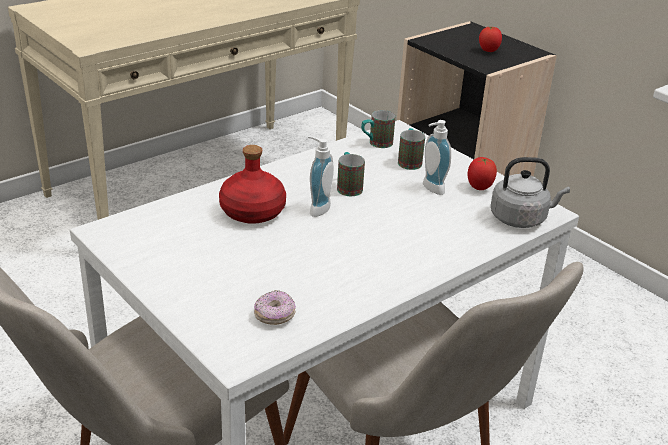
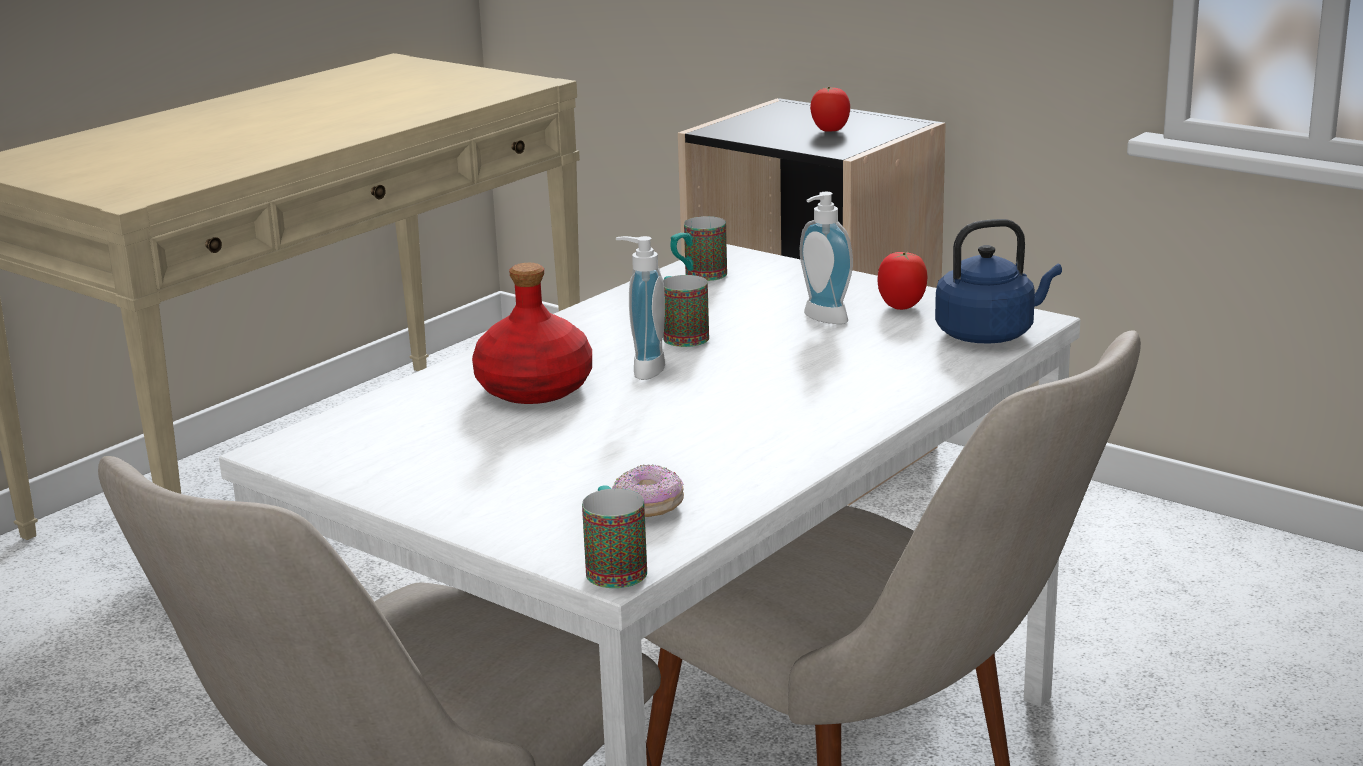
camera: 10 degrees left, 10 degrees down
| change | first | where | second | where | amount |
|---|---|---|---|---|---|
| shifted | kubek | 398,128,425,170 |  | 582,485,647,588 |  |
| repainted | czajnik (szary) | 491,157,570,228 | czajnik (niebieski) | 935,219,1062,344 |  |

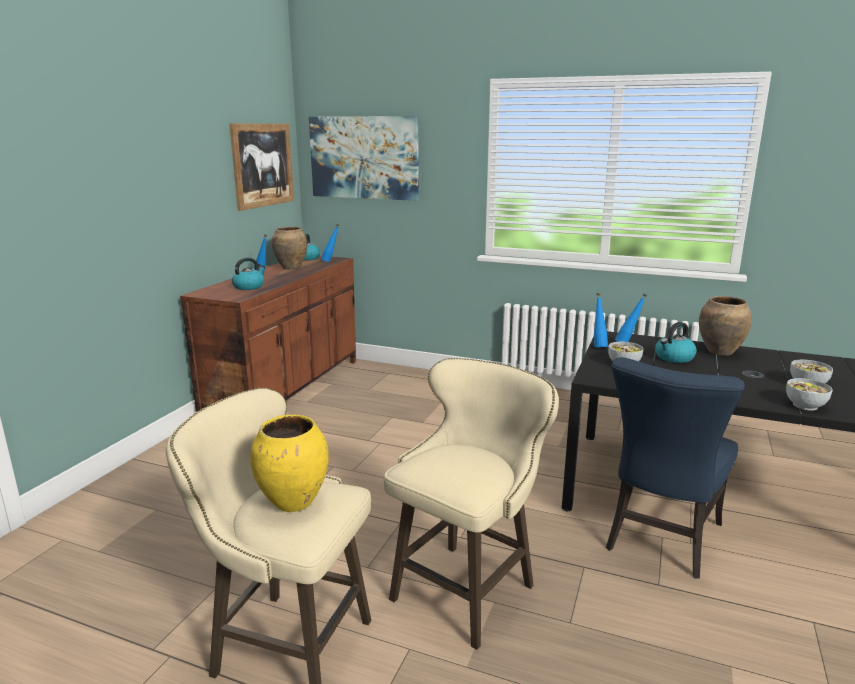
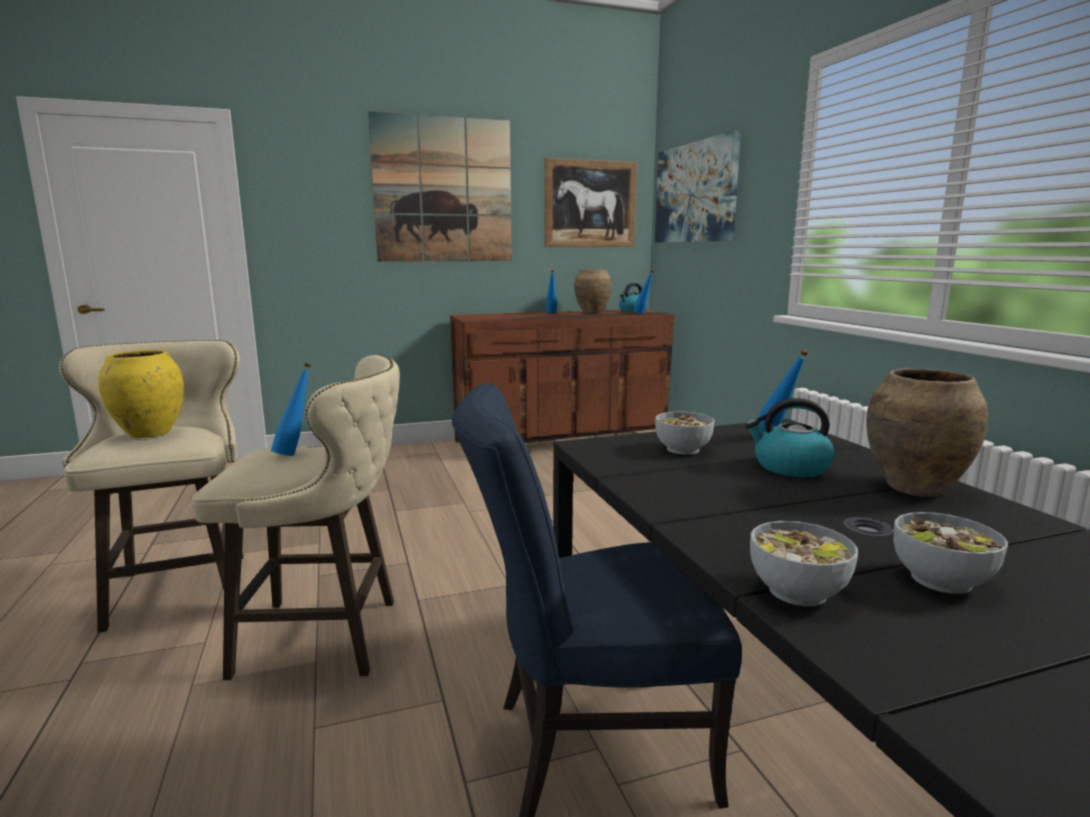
camera: 50 degrees right, 5 degrees down
| change | first | where | second | where | amount |
|---|---|---|---|---|---|
| shifted | butelka (niebieski) | 594,293,608,347 |  | 271,363,311,456 |  |
| new |  |  | obraz | 368,111,512,262 |  |
| gone | czajnik | 232,257,265,290 |  |  |  |

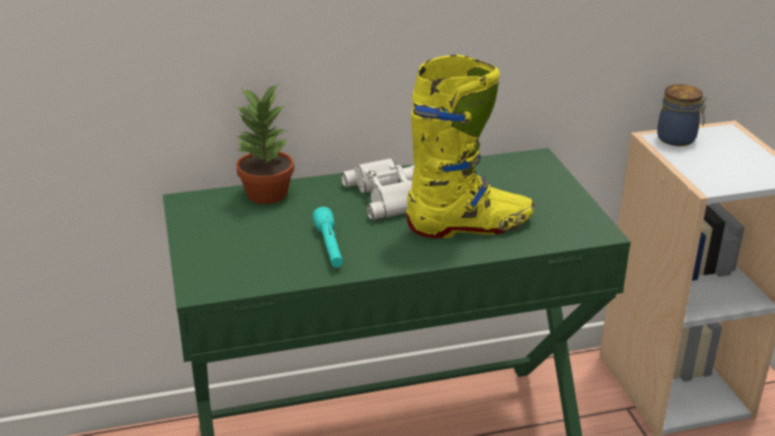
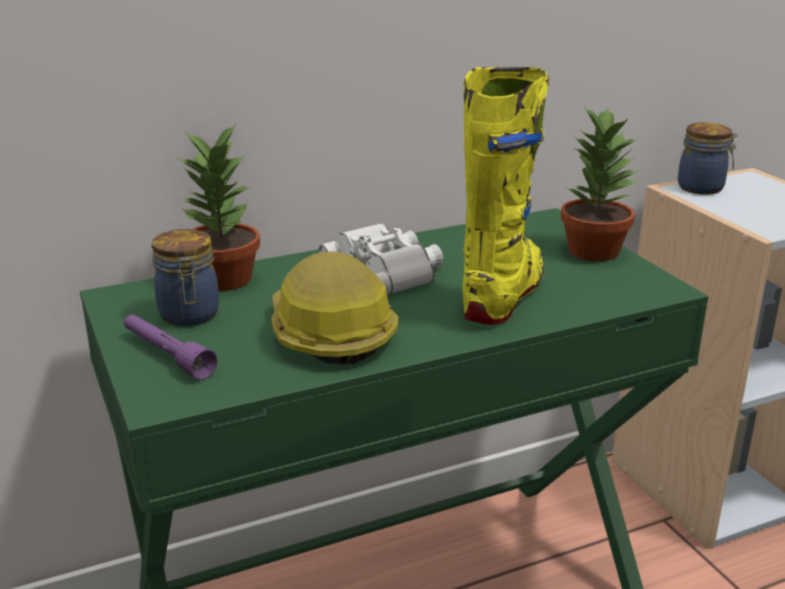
camera: 10 degrees left, 5 degrees down
| change | first | where | second | where | amount |
|---|---|---|---|---|---|
| new |  |  | latarka (fioletowy) | 124,314,217,380 |  |
| new |  |  | słoik | 152,229,219,326 |  |
| swapped | latarka (turkusowy) | 312,207,343,267 | kask | 271,252,399,365 |  |
| rotated | but z cholewką (żółty) | 406,55,534,238 |  | 462,67,549,325 | 45 degrees counterclockwise |
| new |  |  | roślina doniczkowa | 561,106,639,261 |  |

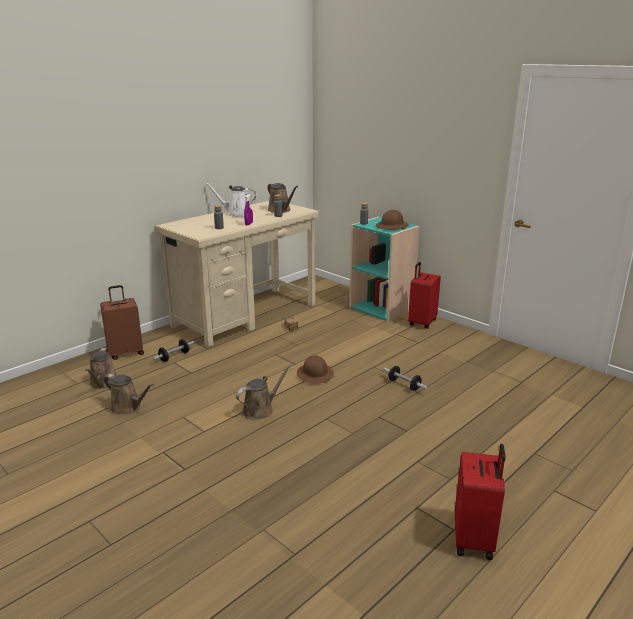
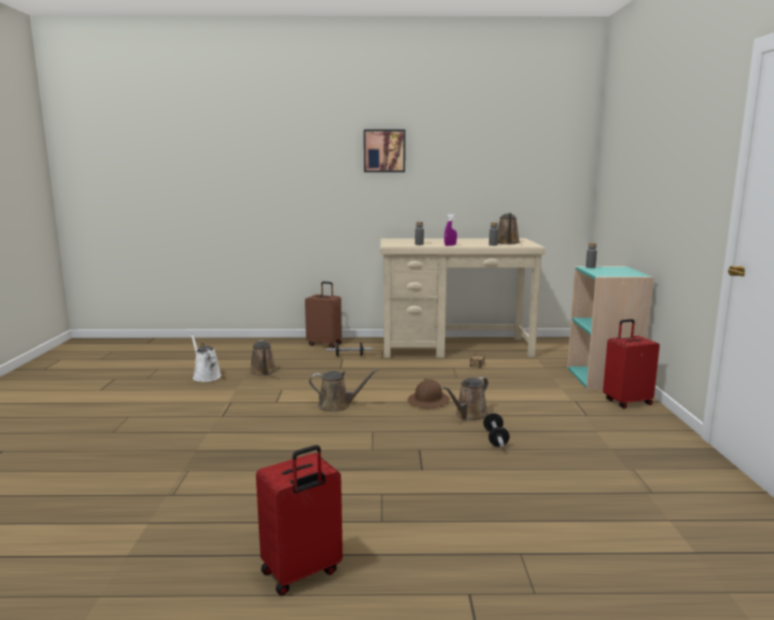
camera: 45 degrees right, 10 degrees down
| change | first | where | second | where | amount |
|---|---|---|---|---|---|
| shifted | konewka (biały) | 205,182,257,216 |  | 191,334,221,382 |  |
| new |  |  | obraz | 364,130,405,172 |  |
| shifted | konewka (brązowy) | 85,348,117,389 |  | 443,377,489,421 |  |
| gone | kask (brązowy) | 376,210,409,230 |  |  |  |

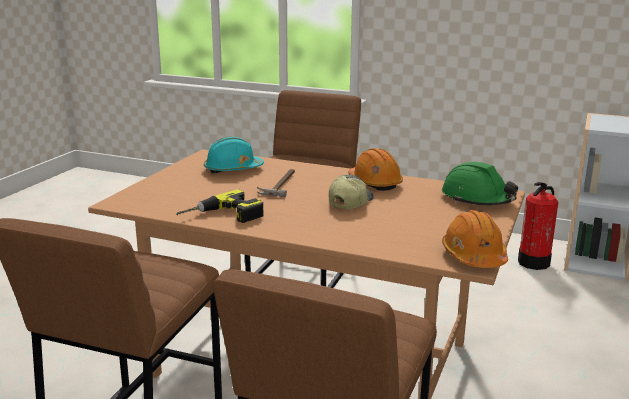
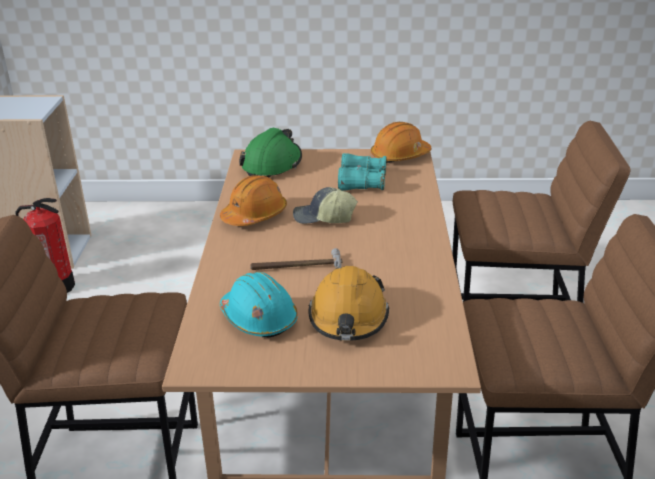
camera: 110 degrees left, 10 degrees up
| change | first | where | second | where | amount |
|---|---|---|---|---|---|
| new |  |  | kask (pomarańczowy) | 308,266,389,341 |  |
| new |  |  | lornetka (turkusowy) | 338,153,386,190 |  |
| gone | wiertarka | 176,189,264,223 |  |  |  |

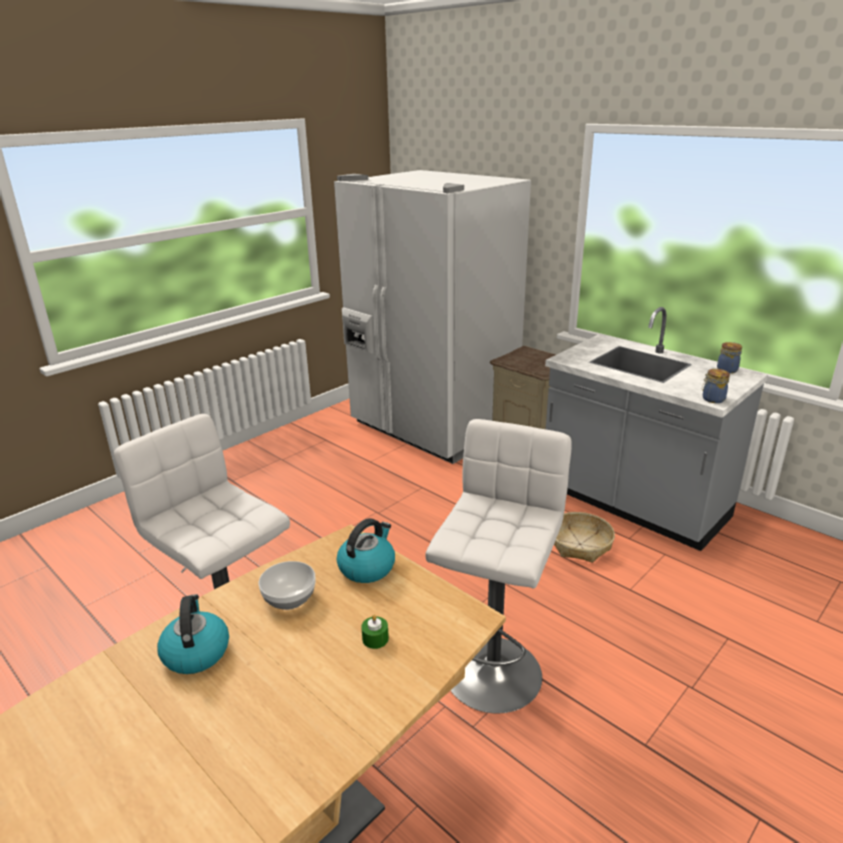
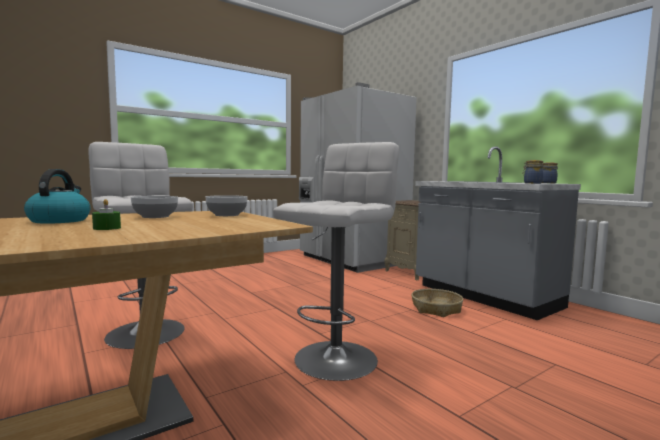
camera: 10 degrees right, 20 degrees down
| change | first | where | second | where | amount |
|---|---|---|---|---|---|
| shifted | świeca (zielony) | 361,615,389,649 |  | 92,199,121,230 |  |
| swapped | czajnik | 337,518,395,583 | miska | 205,195,248,216 |  |

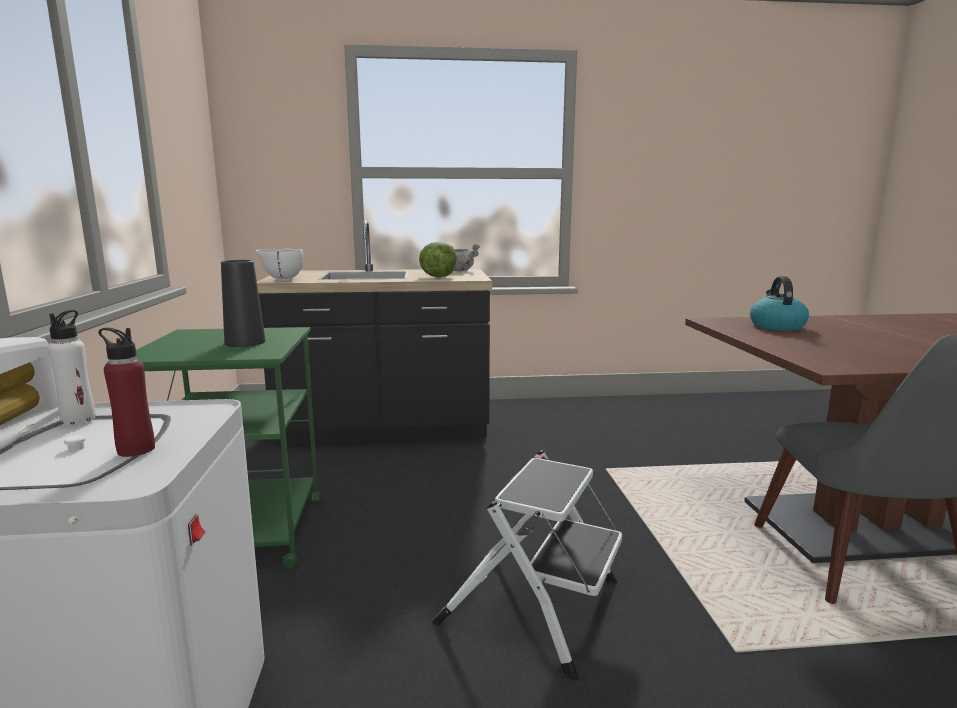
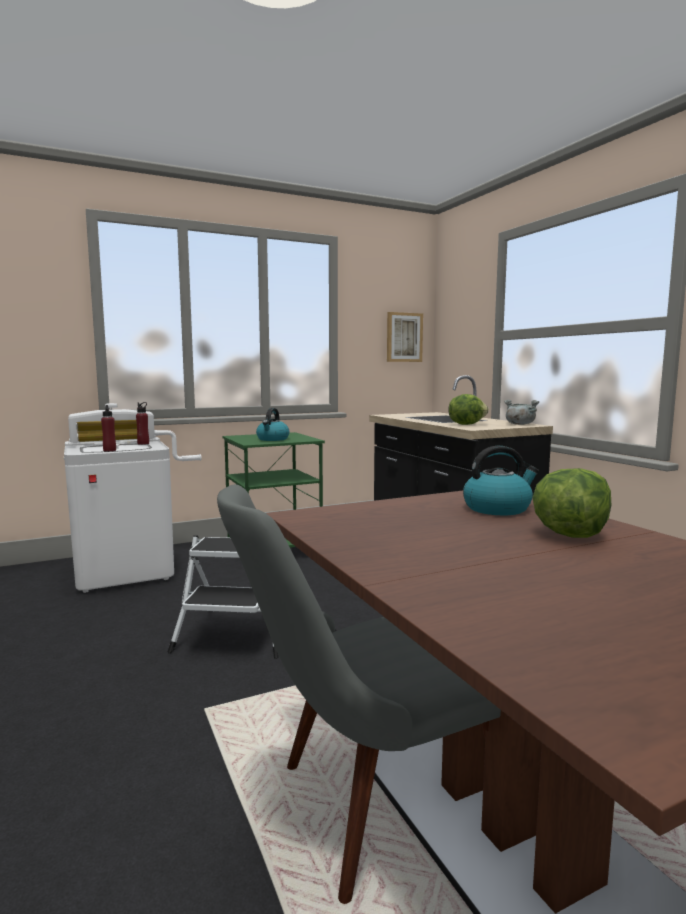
camera: 70 degrees right, 5 degrees down
| change | first | where | second | where | amount |
|---|---|---|---|---|---|
| repainted | butelka (biały) | 48,310,96,424 | butelka (czerwony) | 136,402,149,445 |  |
| swapped | wazon (czarny) | 221,260,265,347 | czajnik | 256,408,290,441 |  |
| new |  |  | obraz | 387,312,423,362 |  |
| new |  |  | sałata | 532,468,611,538 |  |
| gone | miska (biały) | 255,249,303,281 |  |  |  |

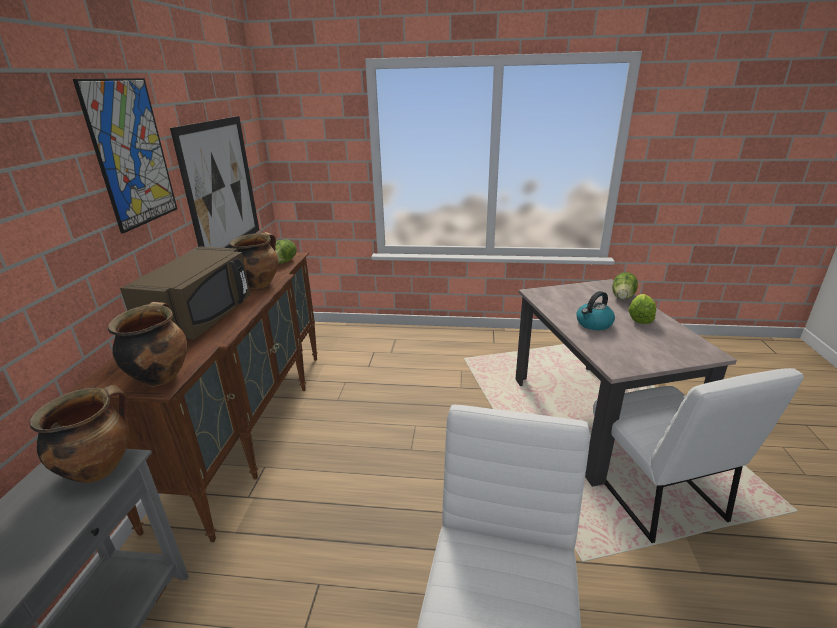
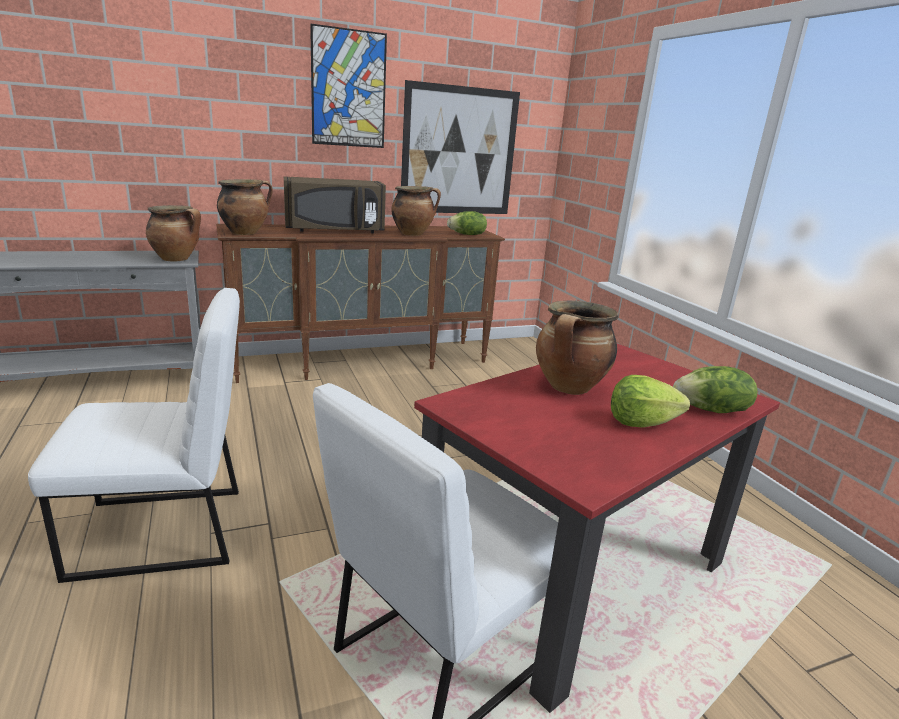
camera: 60 degrees right, 5 degrees down
| change | first | where | second | where | amount |
|---|---|---|---|---|---|
| repainted | stół jadalny (beżowy) | 515,279,737,487 | stół jadalny (czerwony) | 414,343,780,713 |  |
| swapped | czajnik | 576,291,615,330 | garnek | 536,300,618,395 |  |

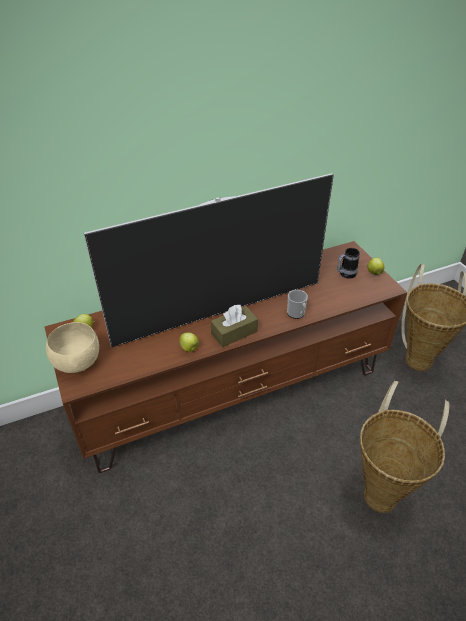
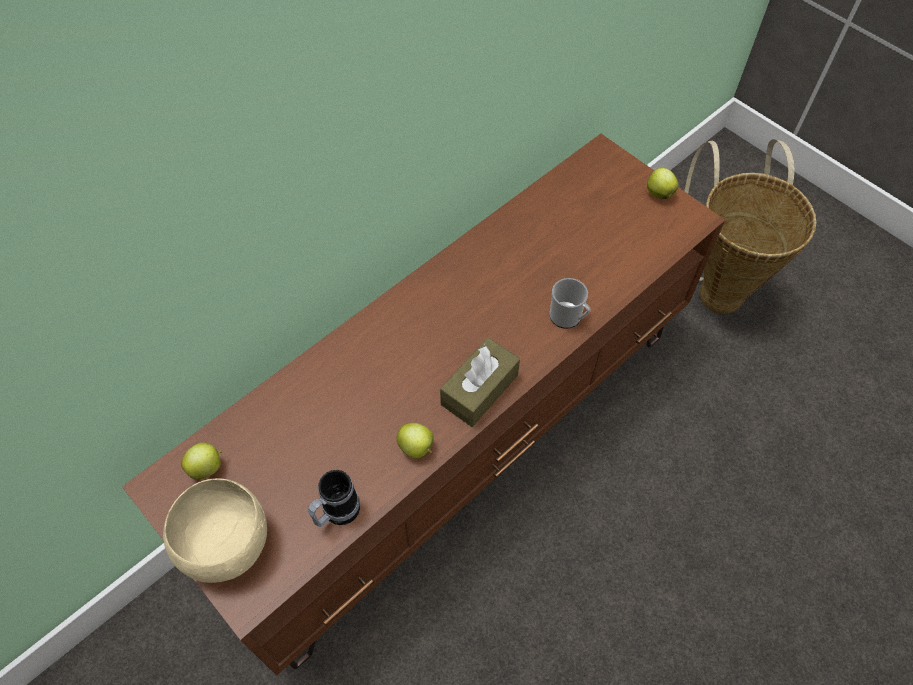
camera: 20 degrees left, 15 degrees up
| change | first | where | second | where | amount |
|---|---|---|---|---|---|
| shifted | kubek | 337,248,360,279 |  | 308,470,360,527 |  |
| gone | telewizor | 84,173,334,348 |  |  |  |
| gone | koszyk | 360,381,449,513 |  |  |  |

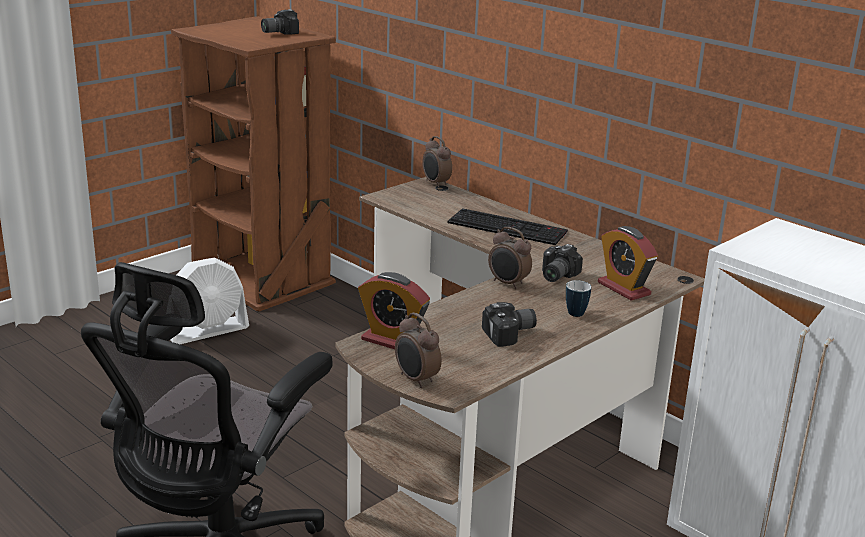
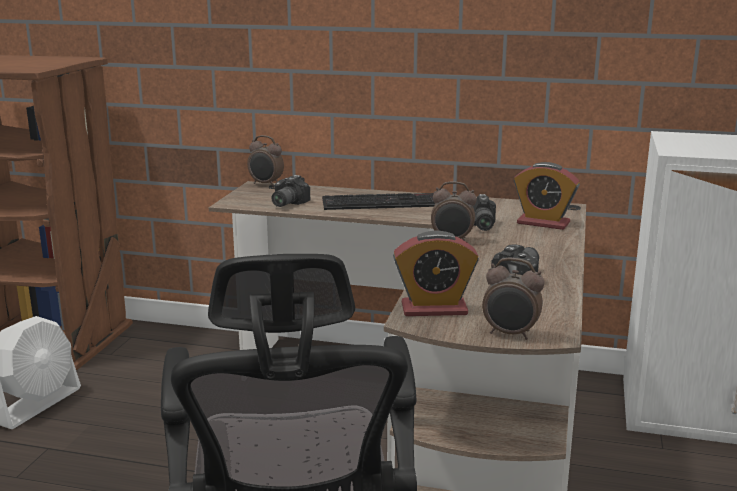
camera: 30 degrees left, 5 degrees down
| change | first | where | second | where | amount |
|---|---|---|---|---|---|
| shifted | aparat fotograficzny | 261,9,299,35 |  | 272,175,310,207 |  |
| gone | kubek | 566,280,591,317 |  |  |  |

